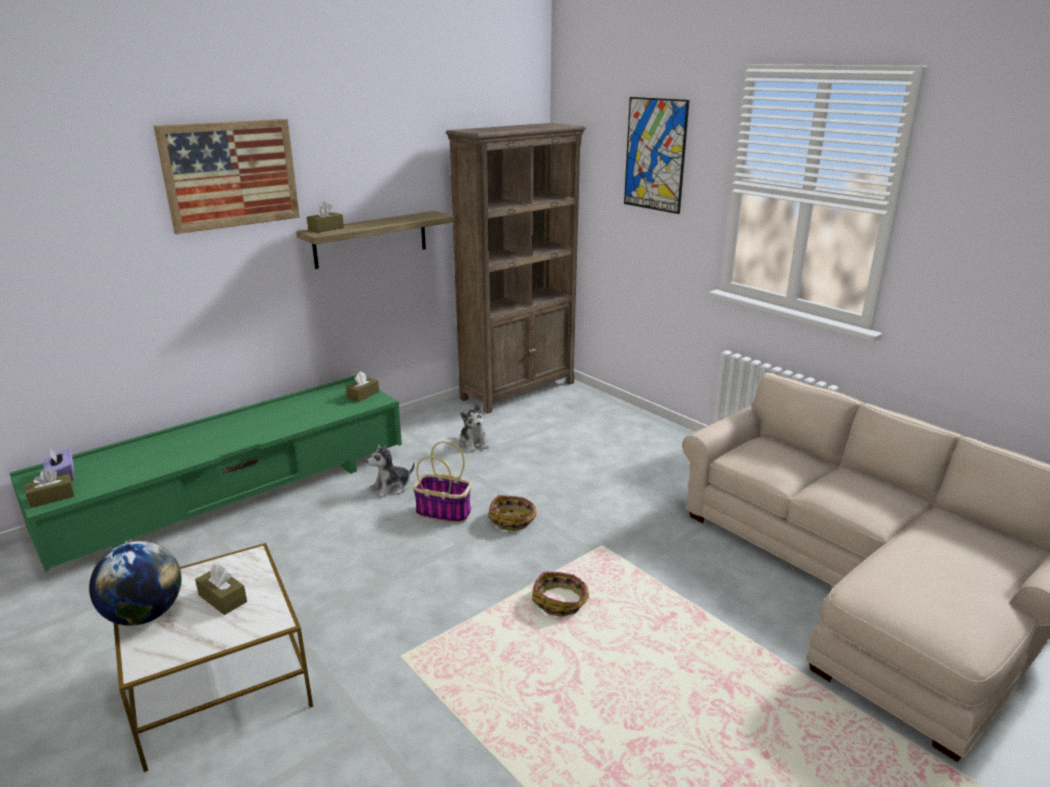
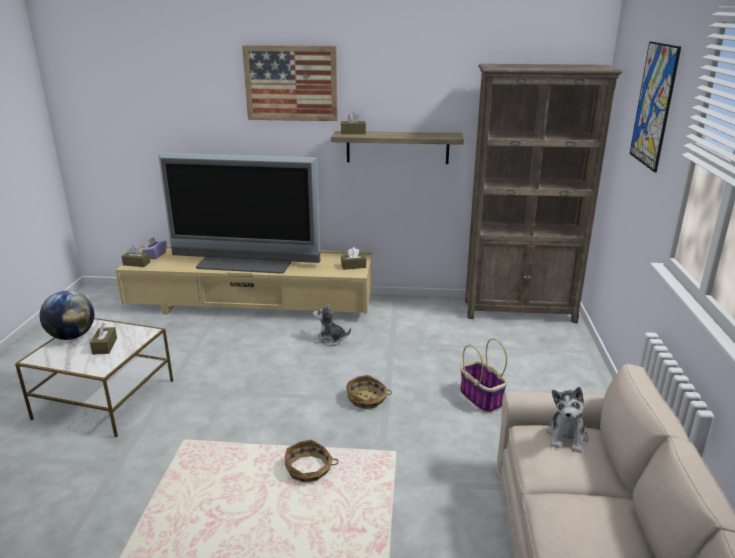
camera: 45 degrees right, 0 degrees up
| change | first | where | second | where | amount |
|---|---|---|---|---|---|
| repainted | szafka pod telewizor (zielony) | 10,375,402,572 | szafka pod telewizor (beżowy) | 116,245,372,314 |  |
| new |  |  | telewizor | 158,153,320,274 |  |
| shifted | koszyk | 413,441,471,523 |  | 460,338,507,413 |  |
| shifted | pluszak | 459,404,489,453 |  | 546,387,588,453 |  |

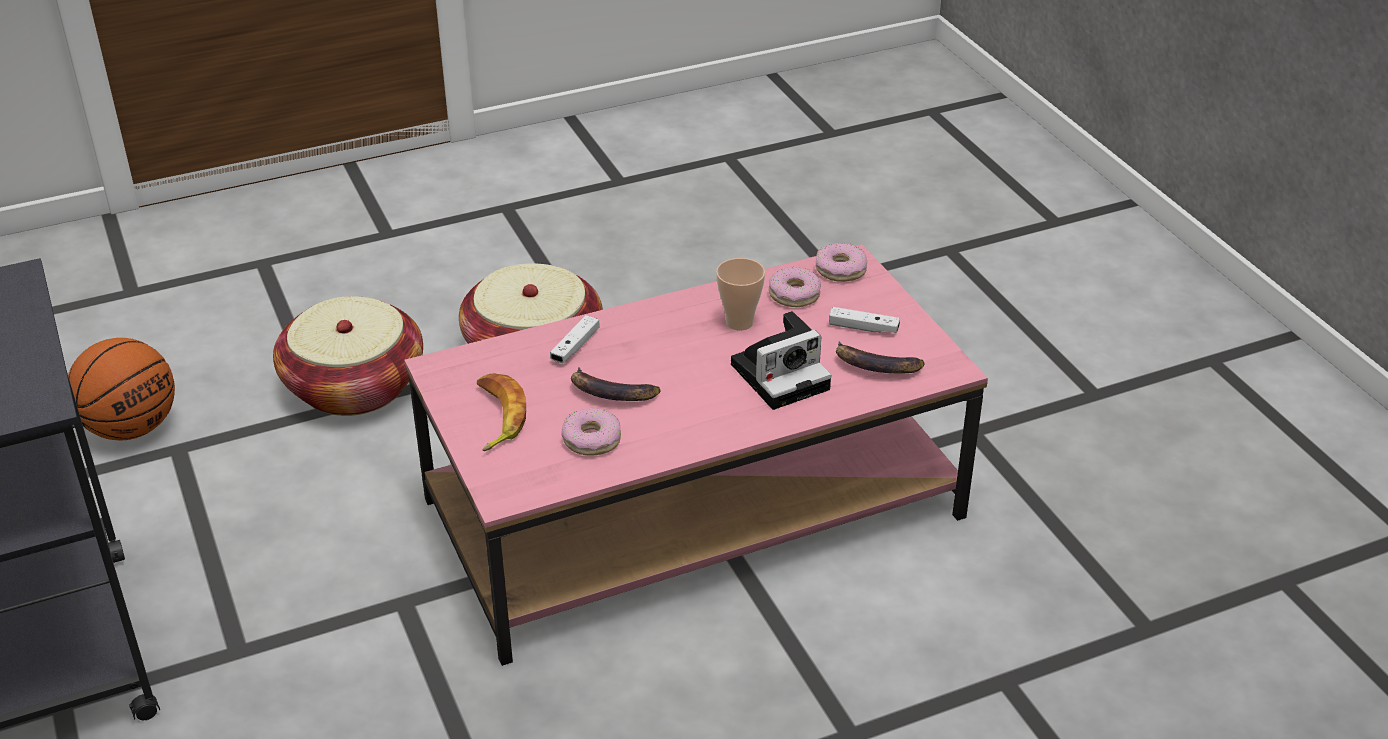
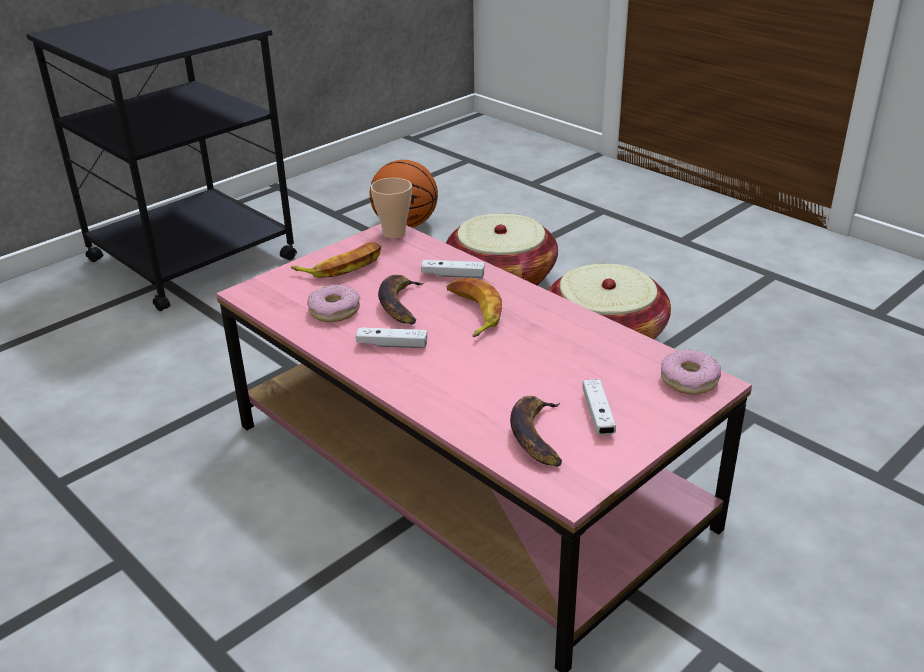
camera: 70 degrees right, 5 degrees down
| change | first | where | second | where | amount |
|---|---|---|---|---|---|
| new |  |  | pad do gier (biały) | 356,327,427,348 |  |
| shifted | filiżanka | 716,258,765,331 |  | 371,178,412,239 |  |
| new |  |  | banan | 447,278,502,337 |  |
| gone | aparat fotograficzny | 731,311,831,410 |  |  |  |
| gone | donut | 769,267,821,307 |  |  |  |

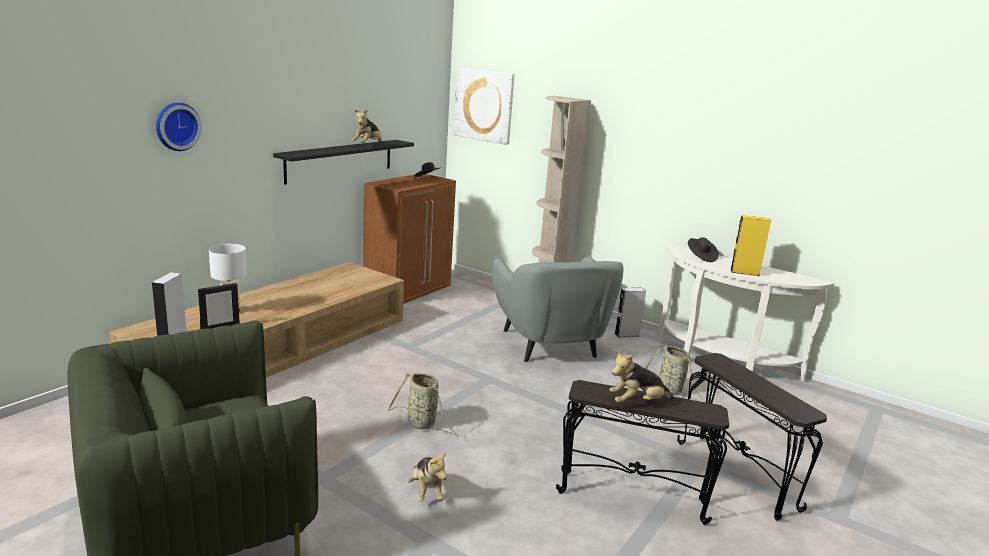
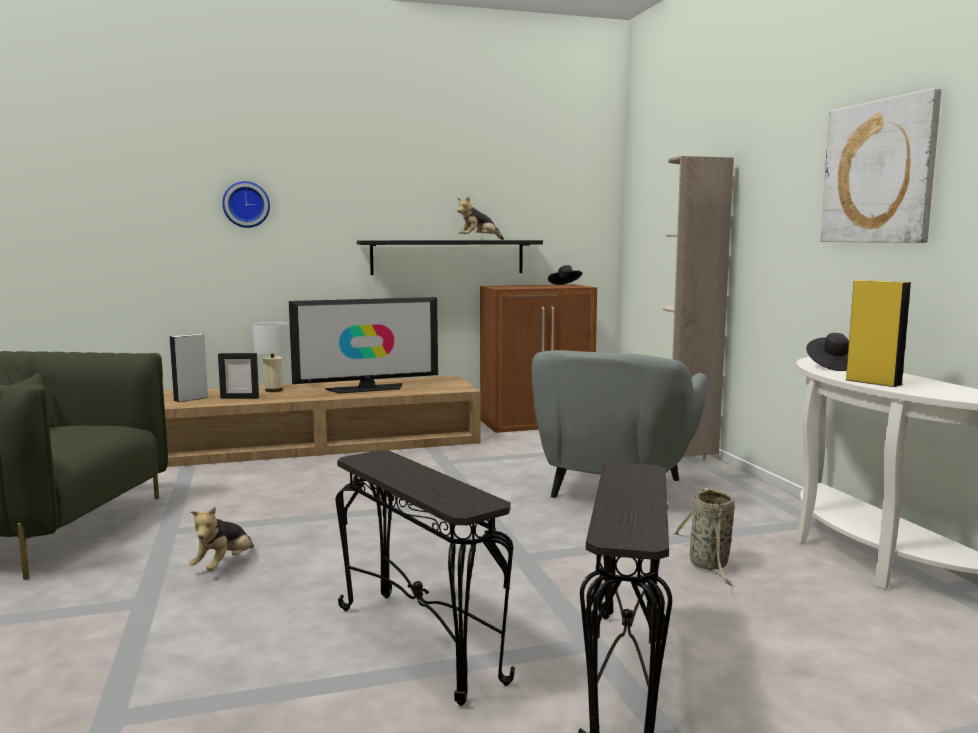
camera: 40 degrees right, 10 degrees down
| change | first | where | second | where | amount |
|---|---|---|---|---|---|
| new |  |  | telewizor | 289,297,438,394 |  |
| shifted | obraz | 454,68,515,145 |  | 820,88,941,243 |  |
| gone | koszyk | 388,373,459,436 |  |  |  |
| gone | pluszak | 609,351,674,403 |  |  |  |
| gone | głośnik (szary) | 615,288,646,338 |  |  |  |

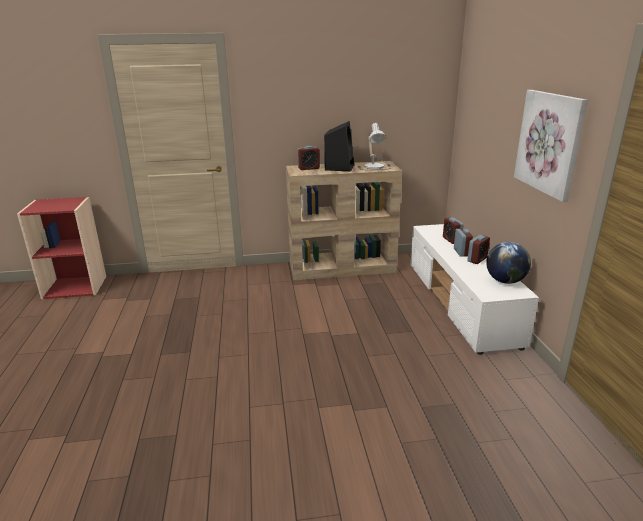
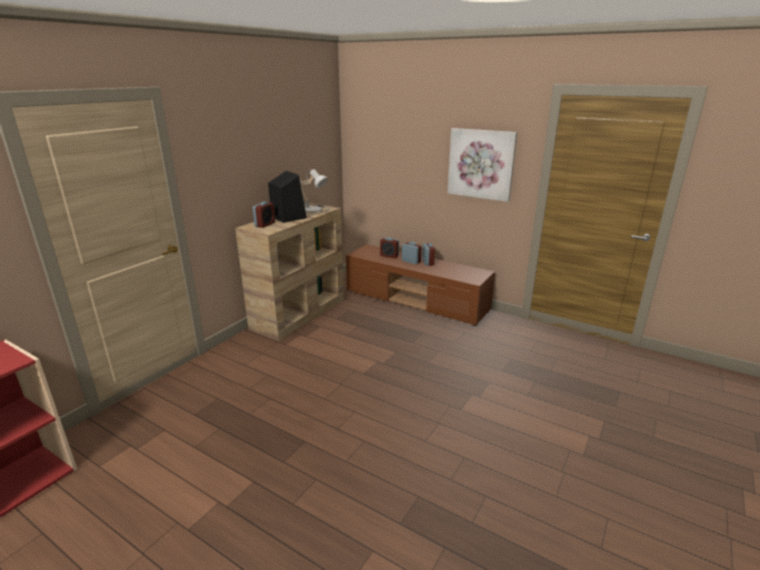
camera: 50 degrees left, 0 degrees up
| change | first | where | second | where | amount |
|---|---|---|---|---|---|
| repainted | szafka pod telewizor (biały) | 411,224,539,355 | szafka pod telewizor (brązowy) | 346,244,495,326 |  |
| gone | globus | 486,242,531,284 |  |  |  |

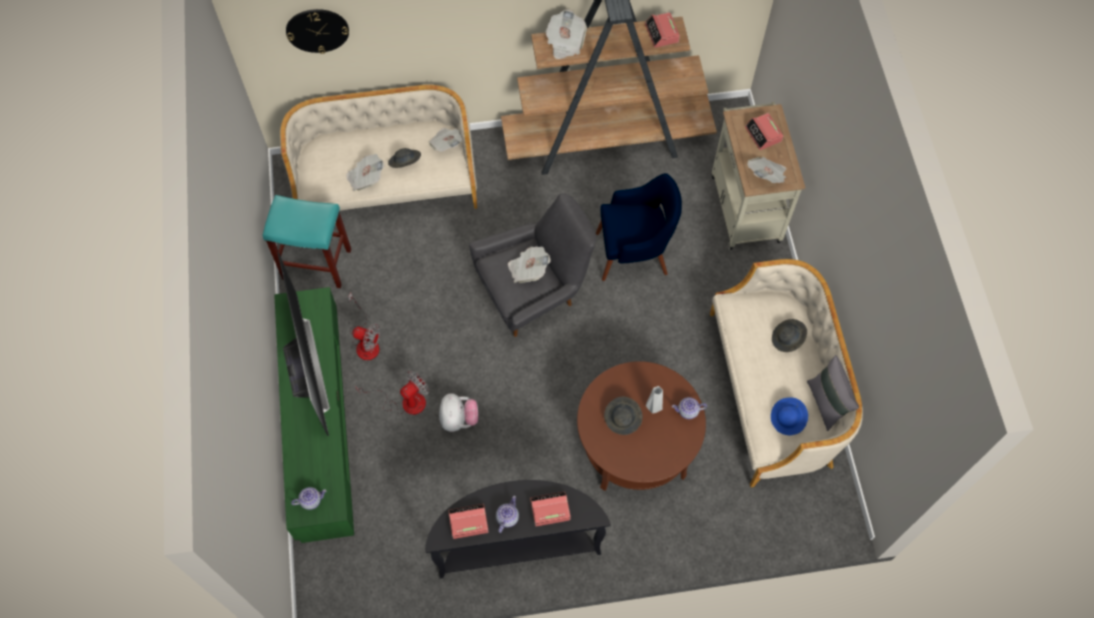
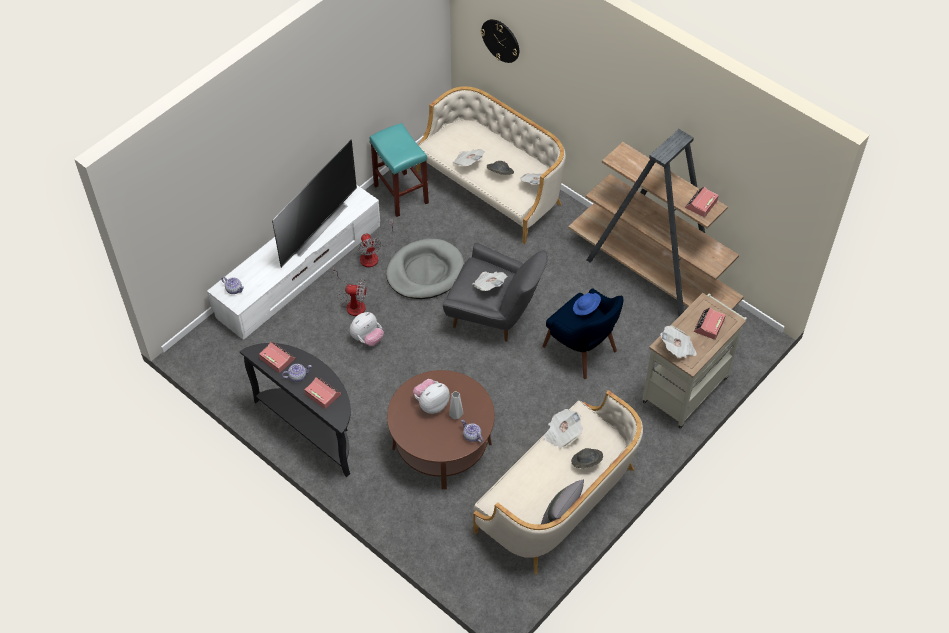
camera: 50 degrees right, 10 degrees down
| change | first | where | second | where | amount |
|---|---|---|---|---|---|
| repainted | szafka pod telewizor (zielony) | 274,287,354,543 | szafka pod telewizor (biały) | 207,185,380,340 |  |
| new |  |  | legowisko (szary) | 386,239,464,299 |  |
| swapped | kapelusz (szary) | 604,396,643,435 | pluszak | 413,379,450,414 |  |
| shifted | gazeta | 545,10,587,59 |  | 543,409,583,449 |  |
| shifted | kapelusz (niebieski) | 771,398,808,435 |  | 573,293,601,315 |  |

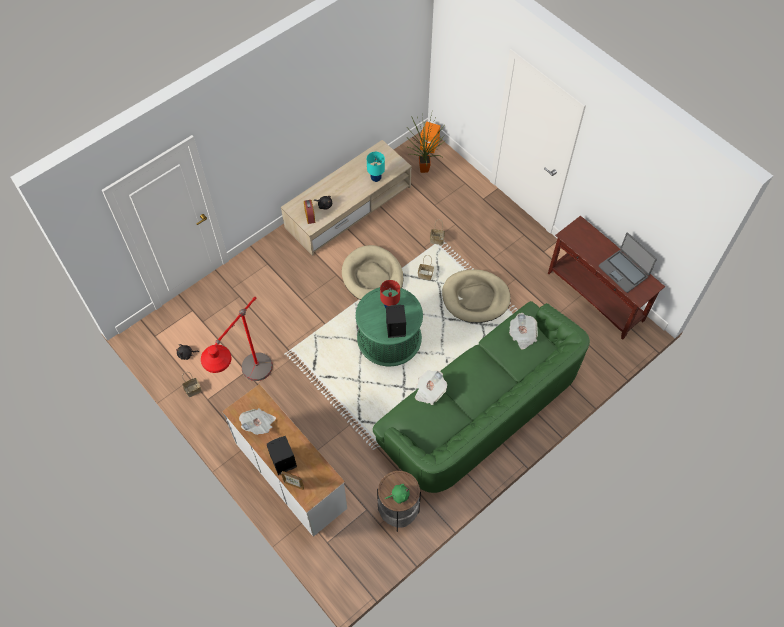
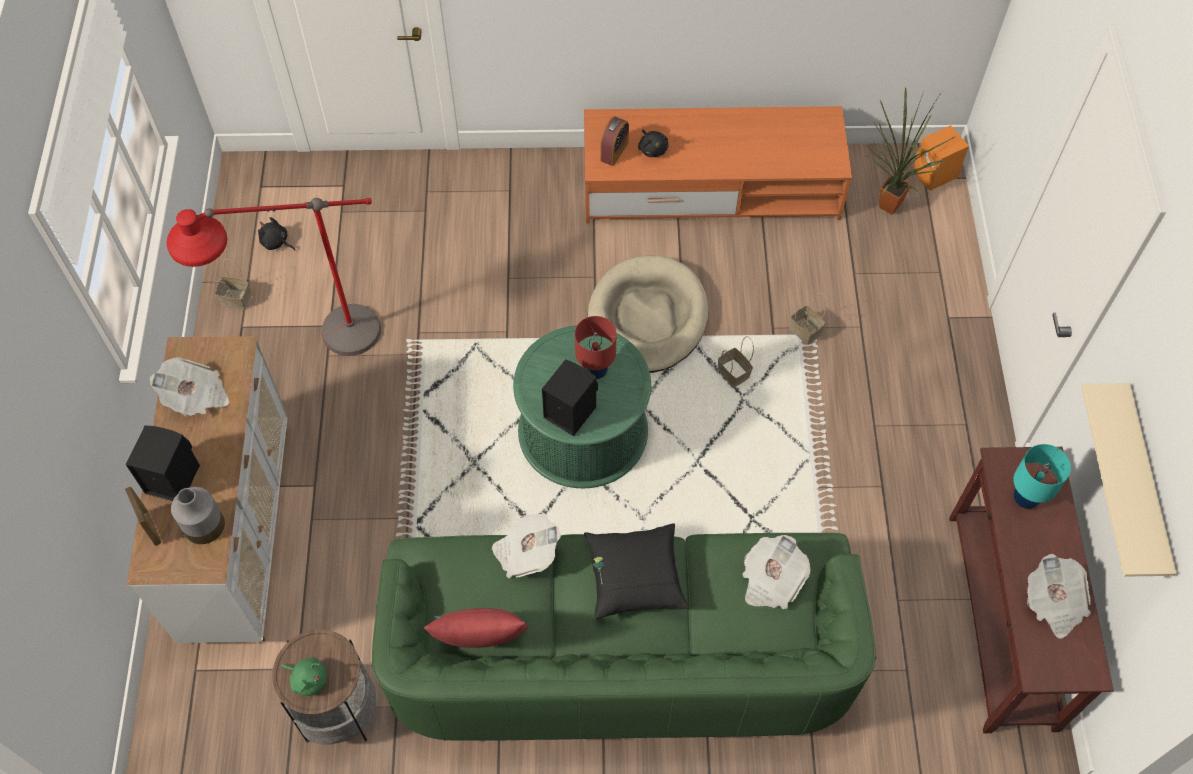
camera: 40 degrees right, 0 degrees up
| change | first | where | second | where | amount |
|---|---|---|---|---|---|
| new |  |  | wazon (szary) | 171,487,225,544 |  |
| new |  |  | poduszka (czerwony) | 424,608,528,648 |  |
| repainted | szafka pod telewizor (beżowy) | 281,140,412,256 | szafka pod telewizor (pomarańczowy) | 584,106,852,223 |  |
| new |  |  | poduszka (czarny) | 584,523,689,619 |  |
| shifted | lampa stołowa (turkusowy) | 367,152,385,182 |  | 1013,444,1071,509 |  |
| swapped | laptop | 599,233,657,293 | gazeta | 1027,554,1091,639 |  |
| new |  |  | półka (beżowy) | 1081,383,1177,577 |  |
| gone | legowisko (beżowy) | 442,269,510,323 |  |  |  |

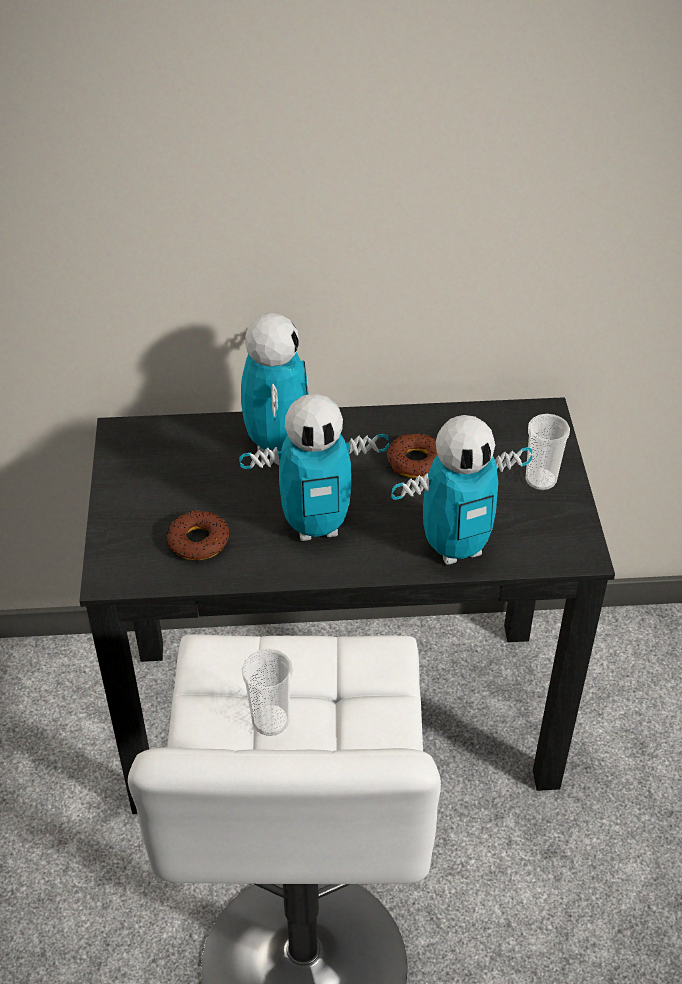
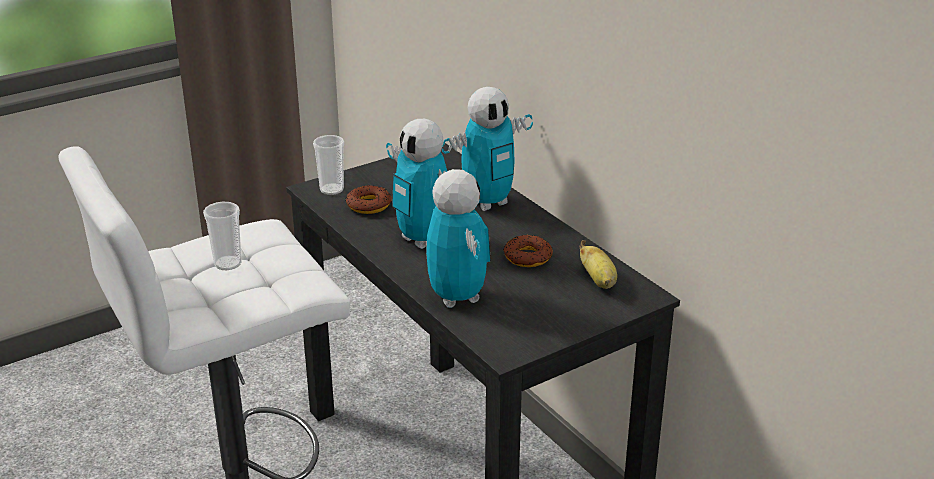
camera: 60 degrees right, 15 degrees down
| change | first | where | second | where | amount |
|---|---|---|---|---|---|
| shifted | filiżanka | 525,414,570,490 |  | 313,135,344,195 |  |
| rotated | robot zabawkowy | 391,415,533,565 |  | 426,169,491,308 | 150 degrees counterclockwise |
| new |  |  | banan | 579,240,617,289 |  |

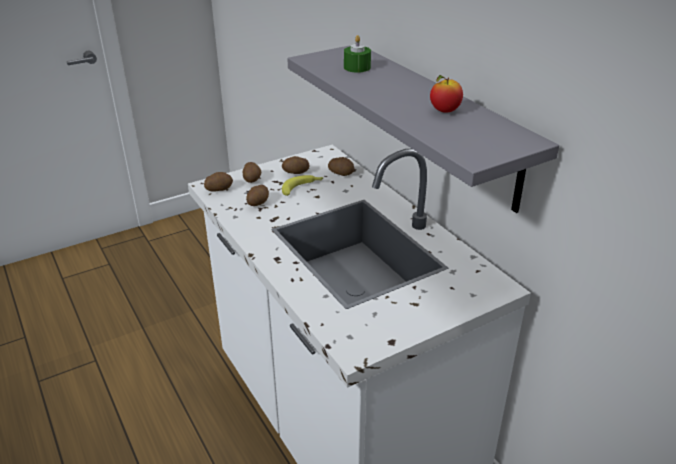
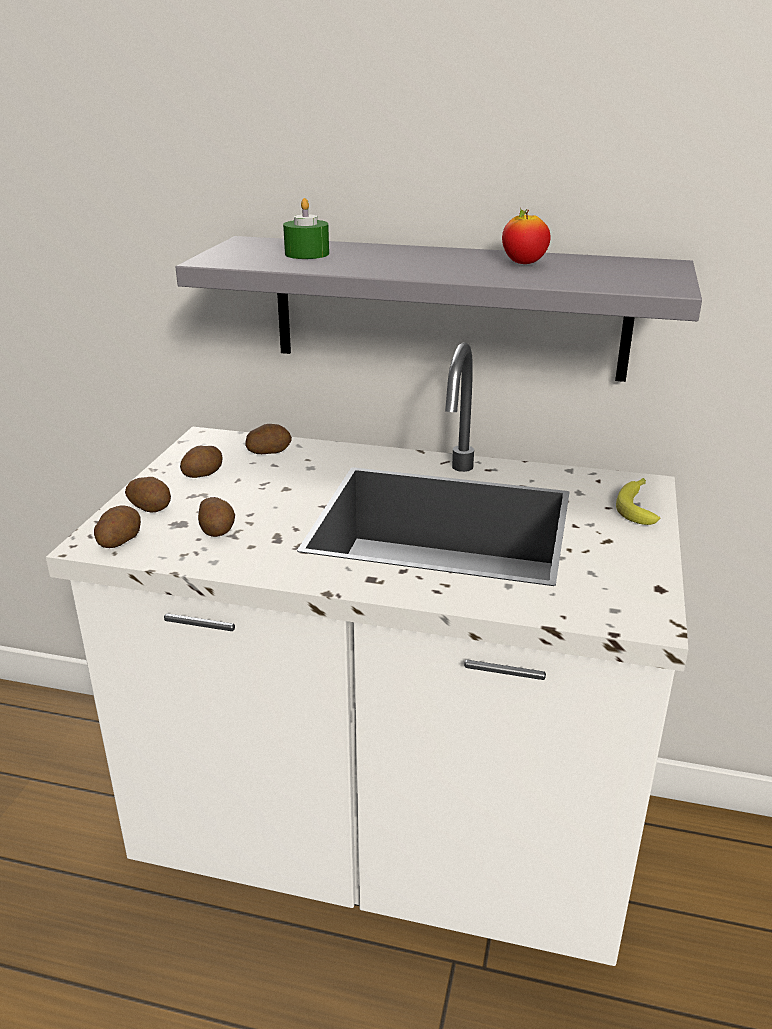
camera: 45 degrees left, 5 degrees down
| change | first | where | second | where | amount |
|---|---|---|---|---|---|
| shifted | banan | 282,175,324,196 |  | 616,478,660,525 |  |

